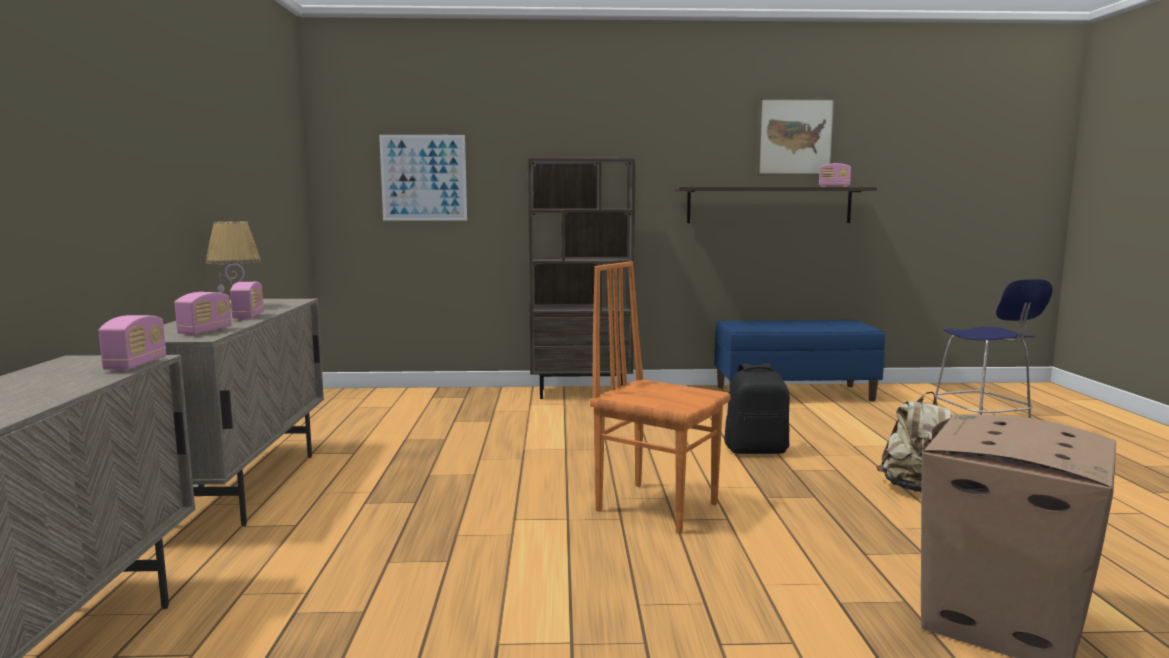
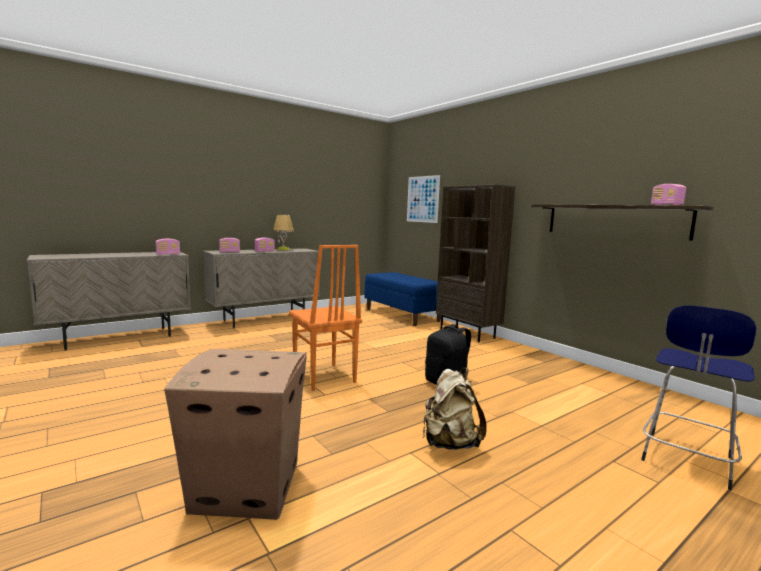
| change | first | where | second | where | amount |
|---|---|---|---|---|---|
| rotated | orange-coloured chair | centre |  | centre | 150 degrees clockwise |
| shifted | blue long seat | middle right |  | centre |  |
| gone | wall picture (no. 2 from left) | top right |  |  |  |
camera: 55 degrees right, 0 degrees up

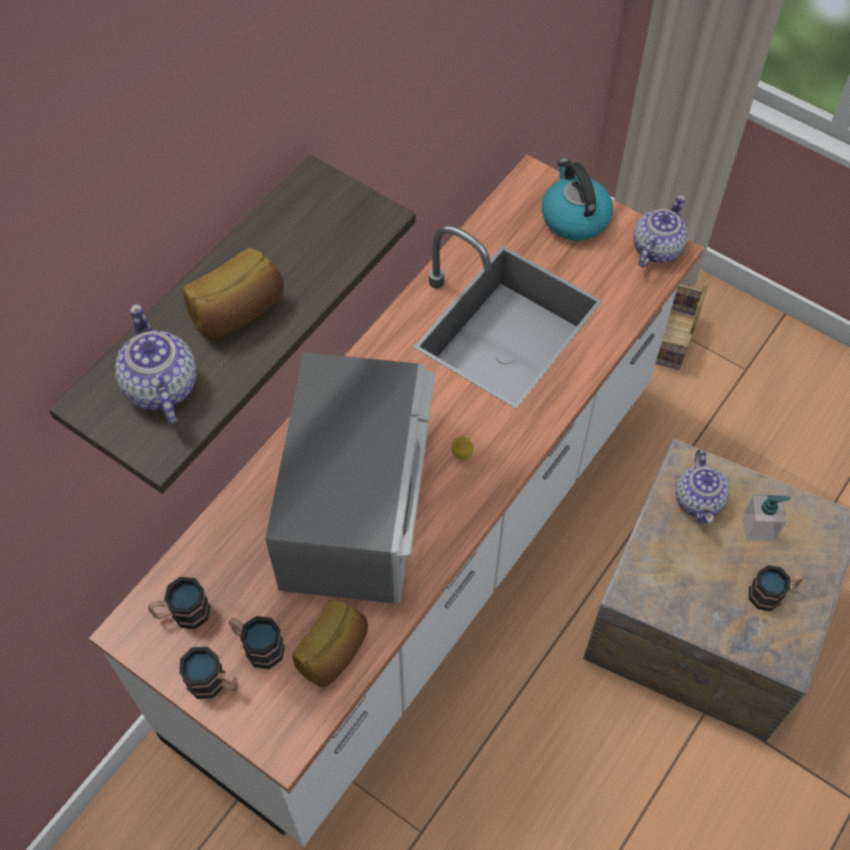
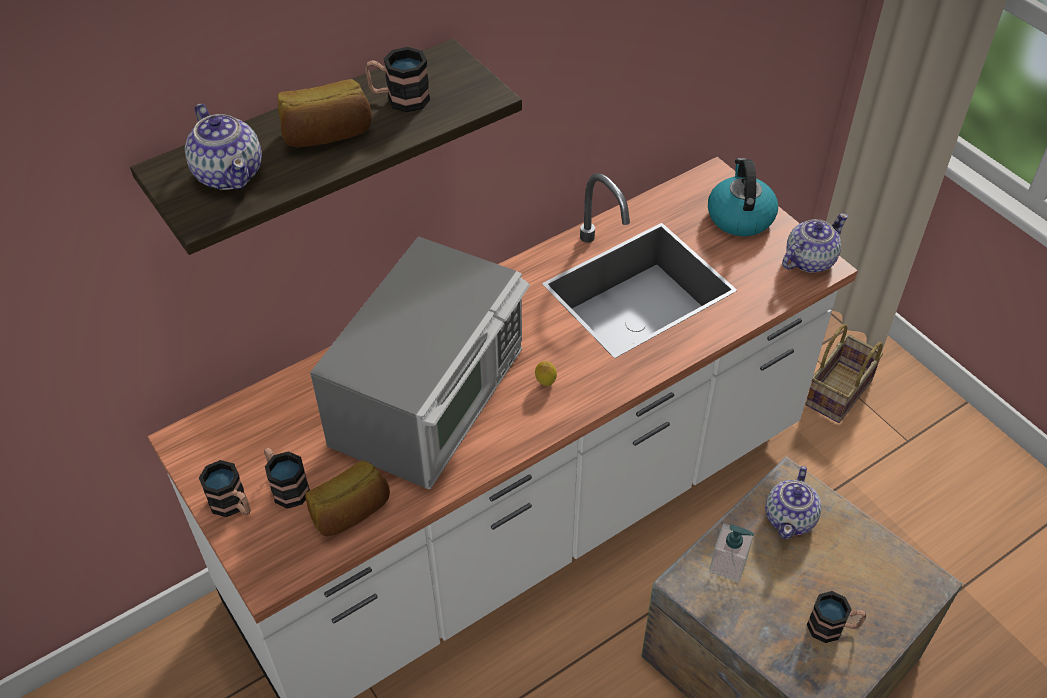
| change | first | where | second | where | amount |
|---|---|---|---|---|---|
| rotated | teapot (no. 1 from left) | middle left |  | top left | 150 degrees clockwise |
| shifted | coffee mug (no. 1 from left in the first image) | bottom left | coffee mug (no. 3 from left) | top centre |  |
| shifted | liquid soap bottle | middle right |  | bottom right |  |
camera: 20 degrees right, 10 degrees down

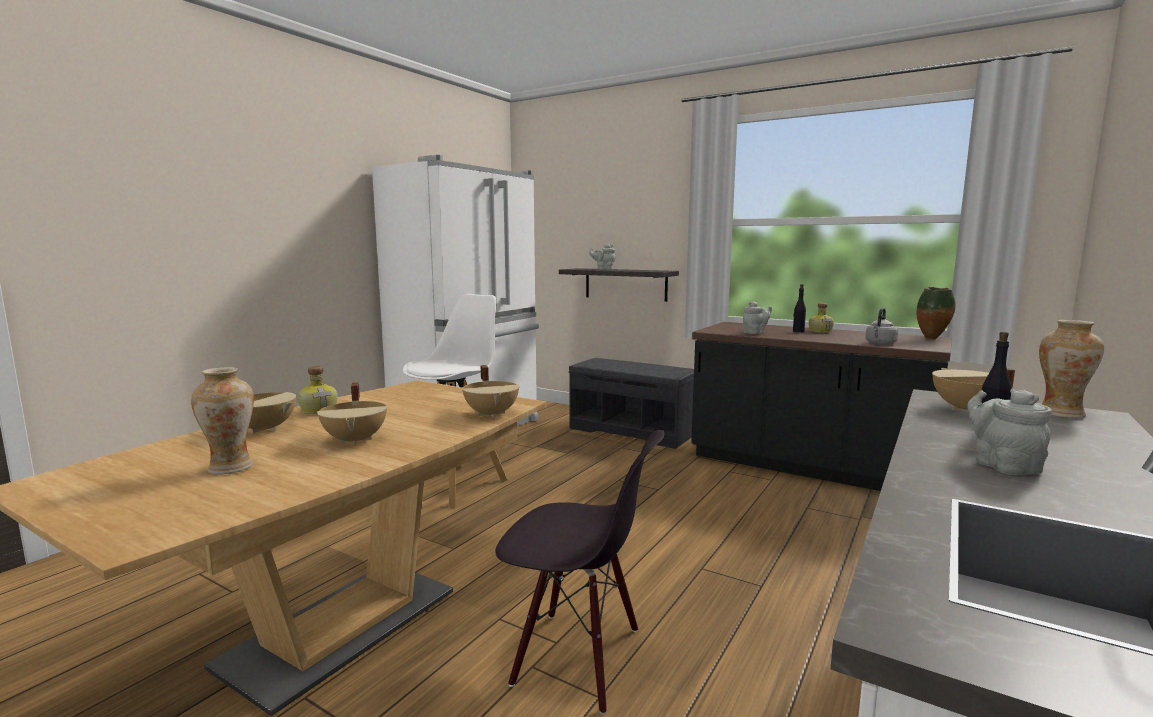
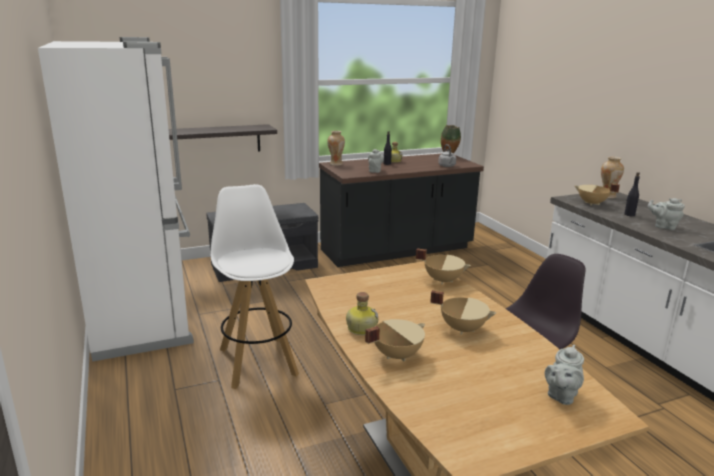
| change | first | where | second | where | amount |
|---|---|---|---|---|---|
| shifted | decorative vase (no. 1 from left) | middle left |  | top centre |  |
| shifted | grey teapot (no. 1 from left in the first image) | centre | grey teapot (no. 2 from left) | bottom right |  |
camera: 55 degrees left, 10 degrees up

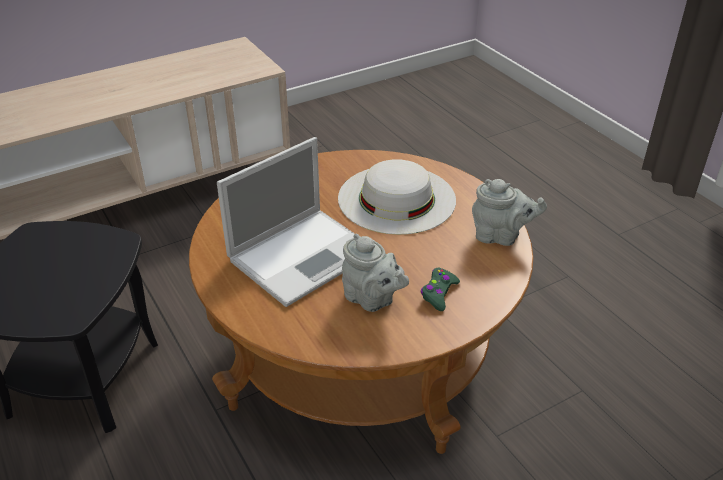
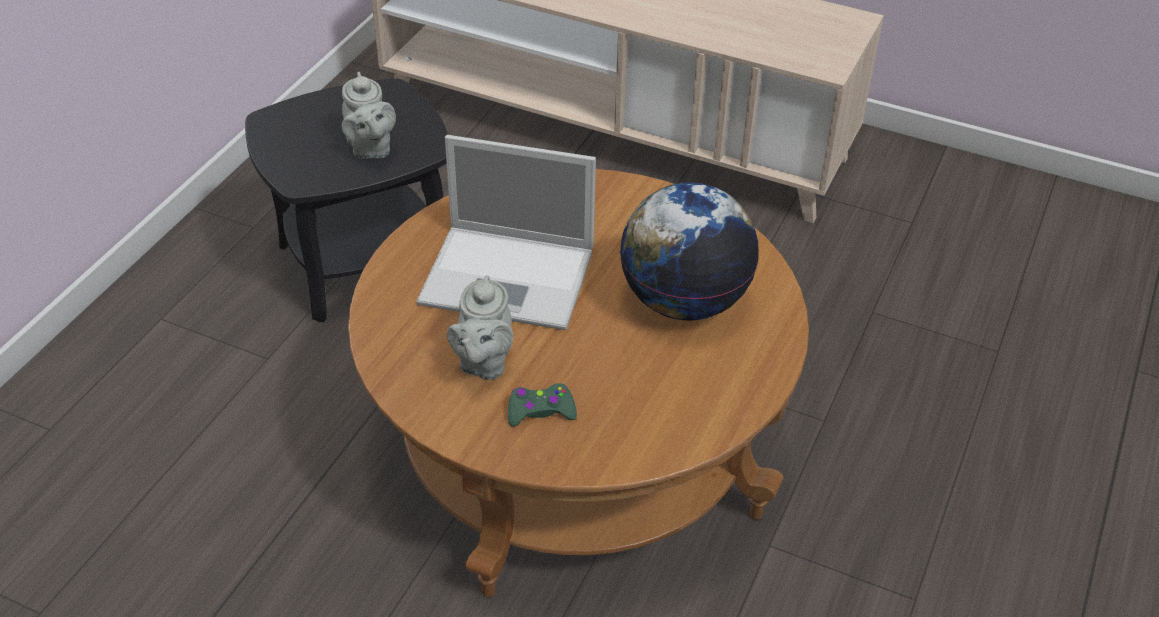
| change | first | where | second | where | amount |
|---|---|---|---|---|---|
| shifted | grey teapot (no. 2 from left in the first image) | middle right | grey teapot (no. 1 from left) | top left |  |
| swapped | white wearable hat | centre | world globe | centre |  |
camera: 55 degrees right, 5 degrees up

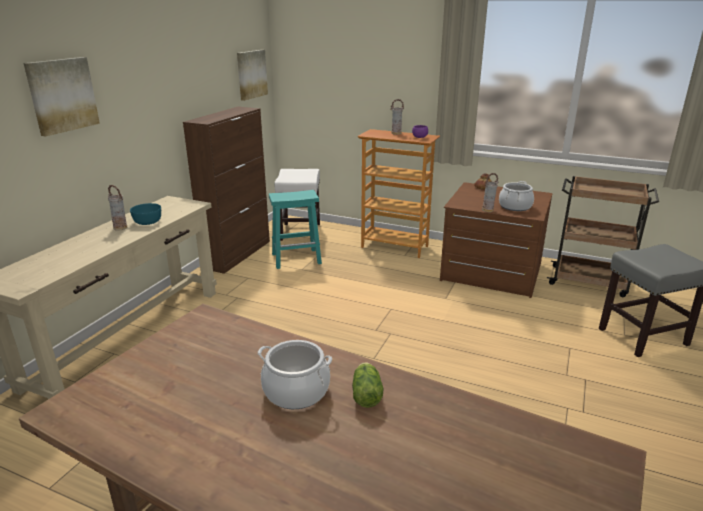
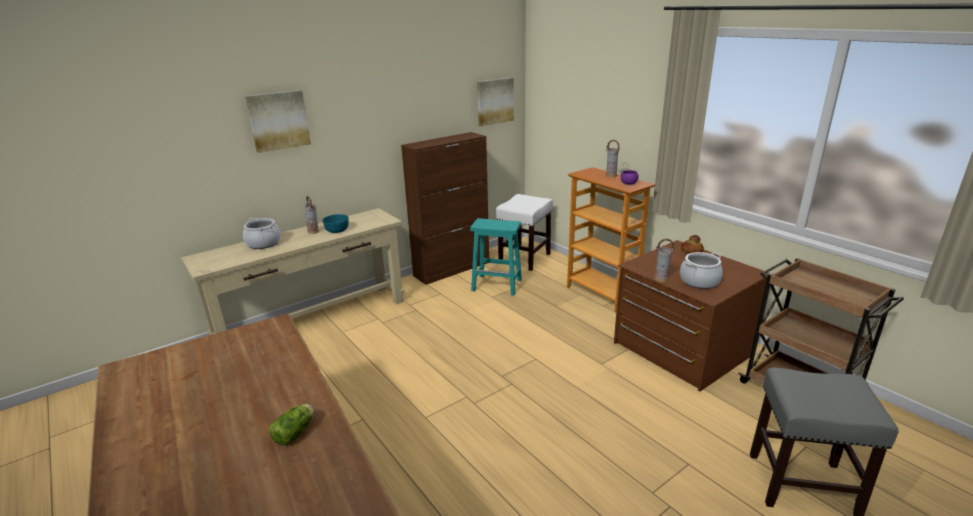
| change | first | where | second | where | amount |
|---|---|---|---|---|---|
| shifted | cooking pot (no. 1 from left) | bottom centre |  | middle left |  |
camera: 30 degrees right, 0 degrees up

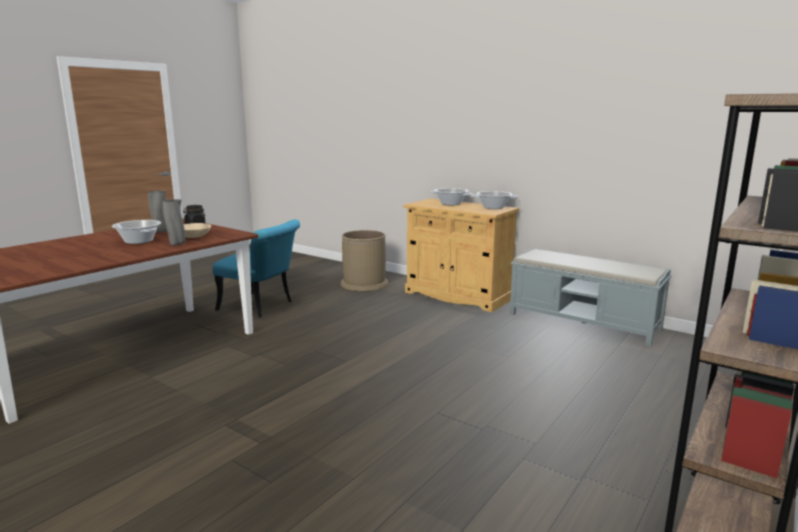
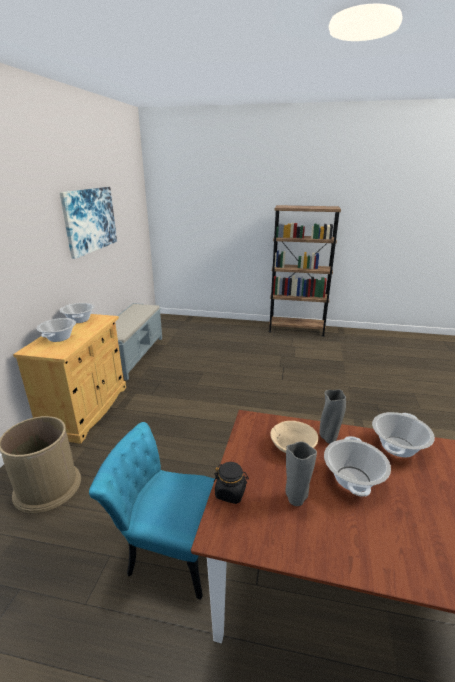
| change | first | where | second | where | amount |
|---|---|---|---|---|---|
| new |  |  | wall picture | top left |  |
| rotated | blue-green chair | middle left |  | bottom left | 75 degrees counterclockwise |
| new |  |  | cooking pot (no. 4 from left) | middle right |  |
camera: 115 degrees left, 10 degrees up

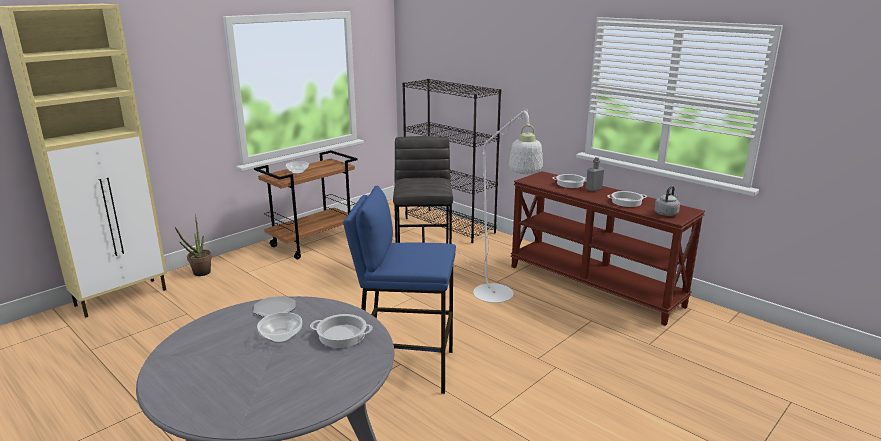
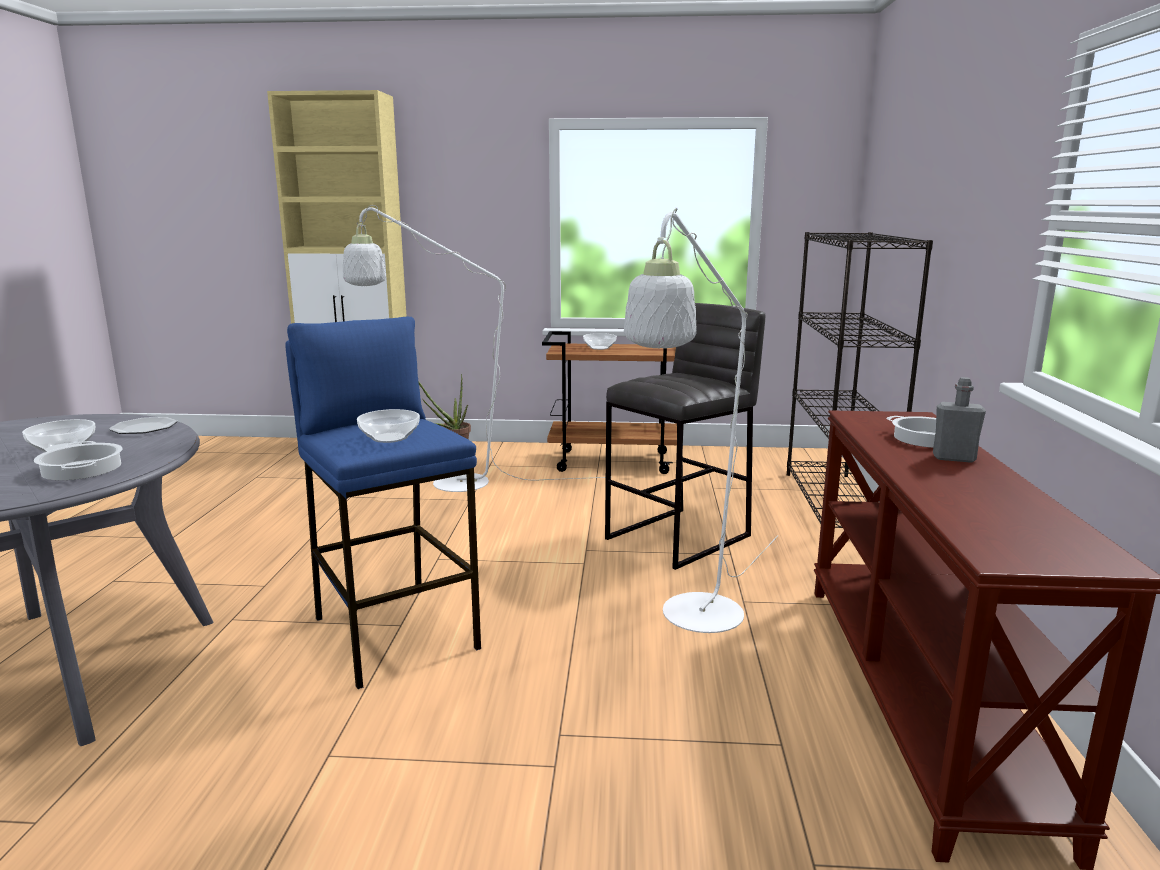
| change | first | where | second | where | amount |
|---|---|---|---|---|---|
| new |  |  | white standard lamp (no. 1 from left) | centre |  |
| new |  |  | deep dish (no. 2 from left) | centre |  |
| gone | cooking pot (no. 3 from left) | middle right |  |  |  |
| gone | grey kettle | middle right |  |  |  |
camera: 50 degrees right, 5 degrees down

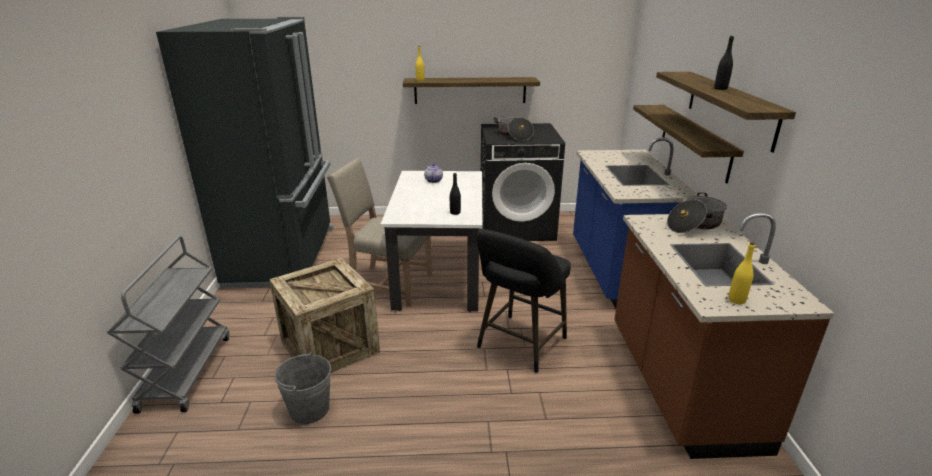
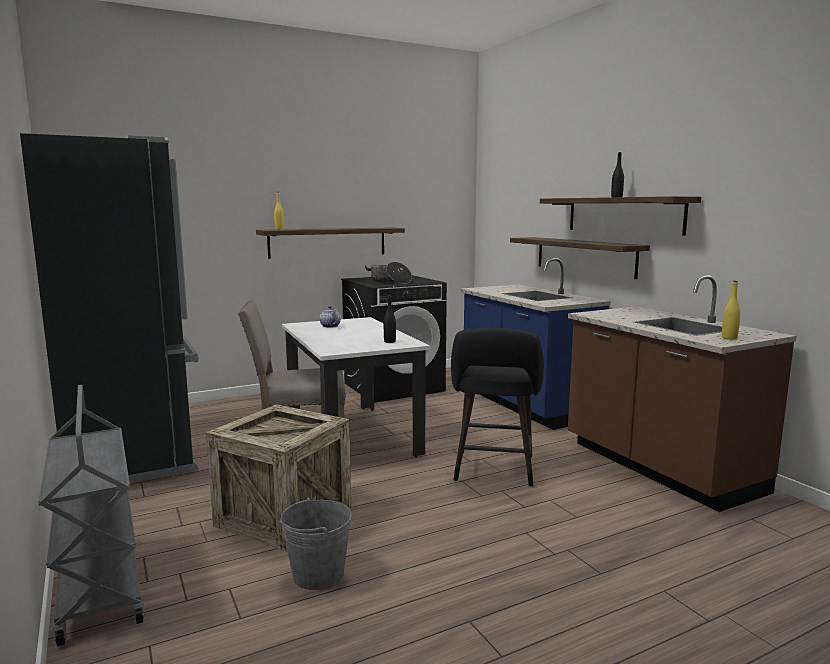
| change | first | where | second | where | amount |
|---|---|---|---|---|---|
| gone | cooking pot (no. 2 from left) | middle right |  |  |  |
camera: 25 degrees left, 15 degrees down

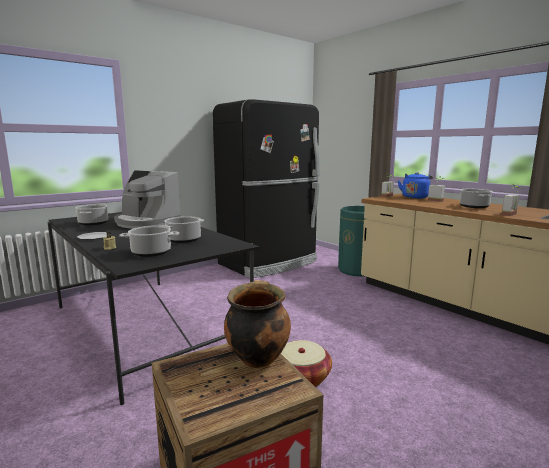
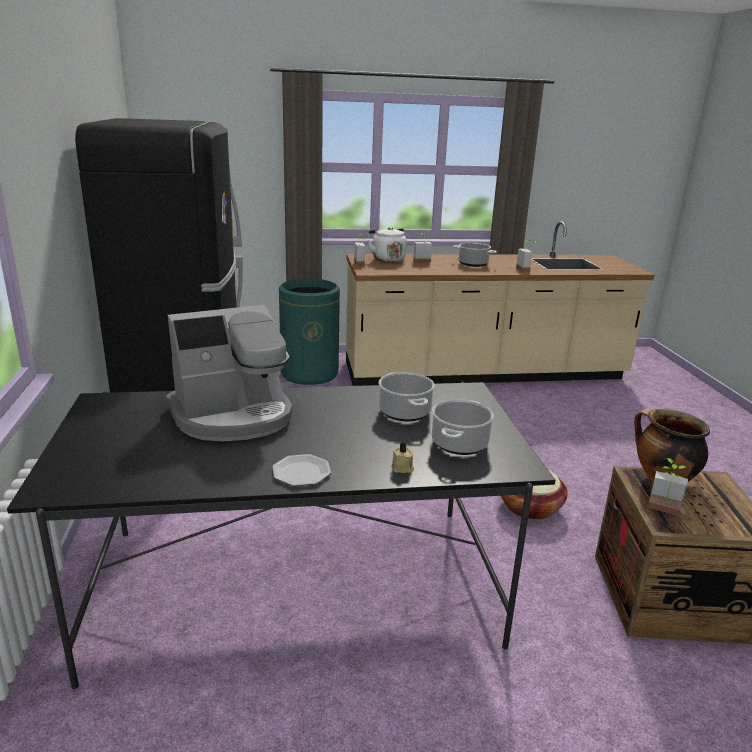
| change | first | where | second | where | amount |
|---|---|---|---|---|---|
| repainted | blue kettle | middle right | white kettle | top centre |  |
| new |  |  | houseplant (no. 4 from left) | middle right |  |
| gone | cooking pot (no. 1 from left) | middle left |  |  |  |
camera: 60 degrees left, 10 degrees up

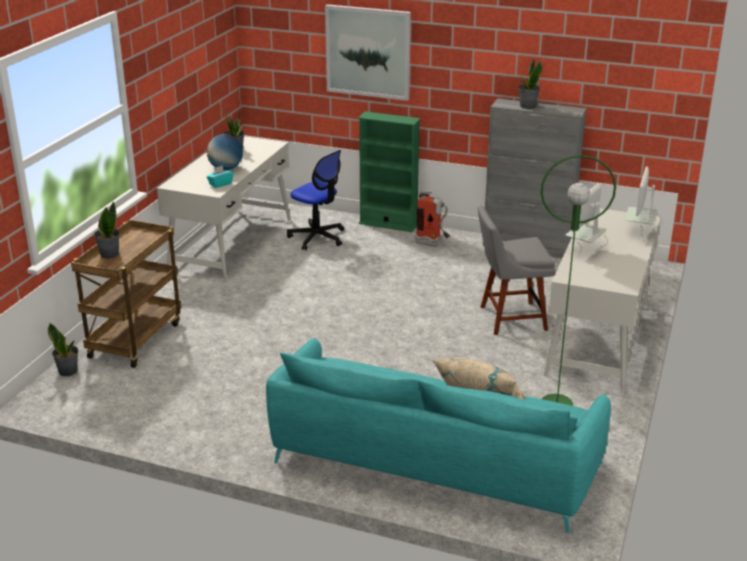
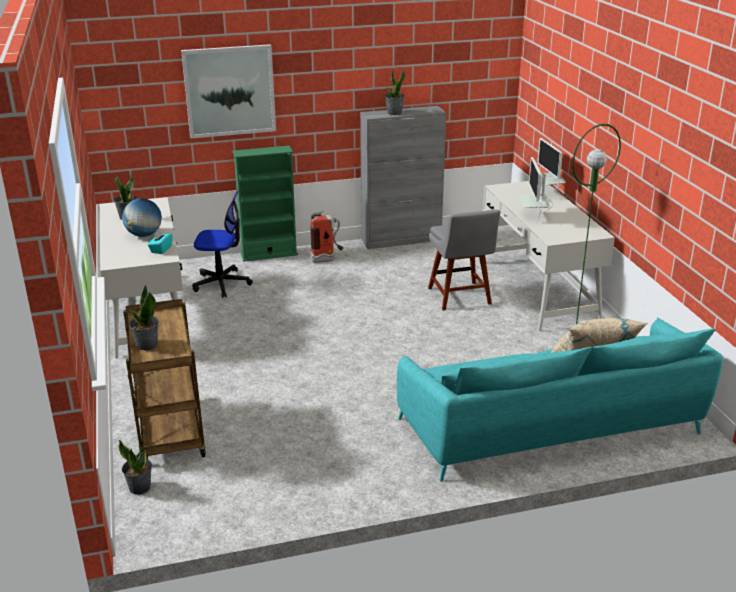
| change | first | where | second | where | amount |
|---|---|---|---|---|---|
| rotated | grey chair | middle right |  | centre | 60 degrees counterclockwise |
camera: 35 degrees left, 0 degrees up

